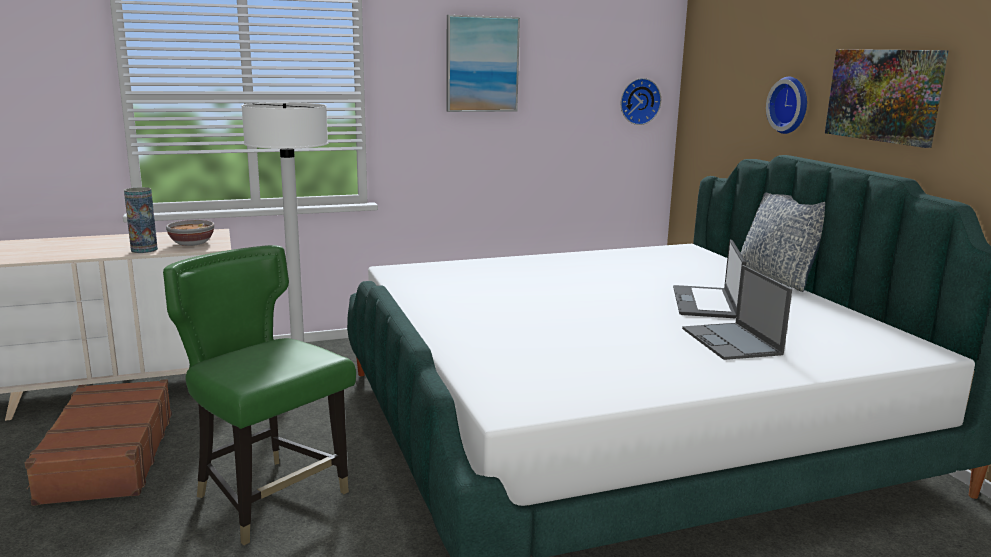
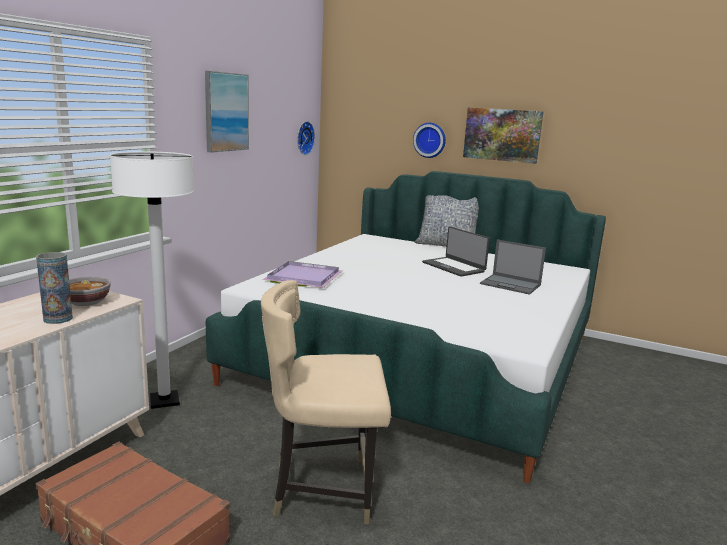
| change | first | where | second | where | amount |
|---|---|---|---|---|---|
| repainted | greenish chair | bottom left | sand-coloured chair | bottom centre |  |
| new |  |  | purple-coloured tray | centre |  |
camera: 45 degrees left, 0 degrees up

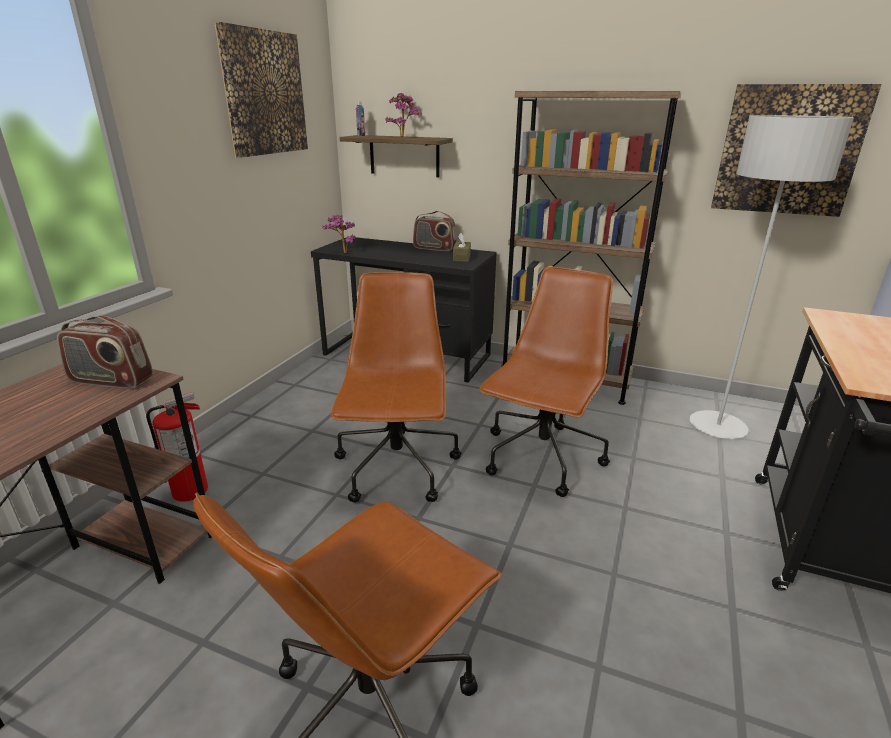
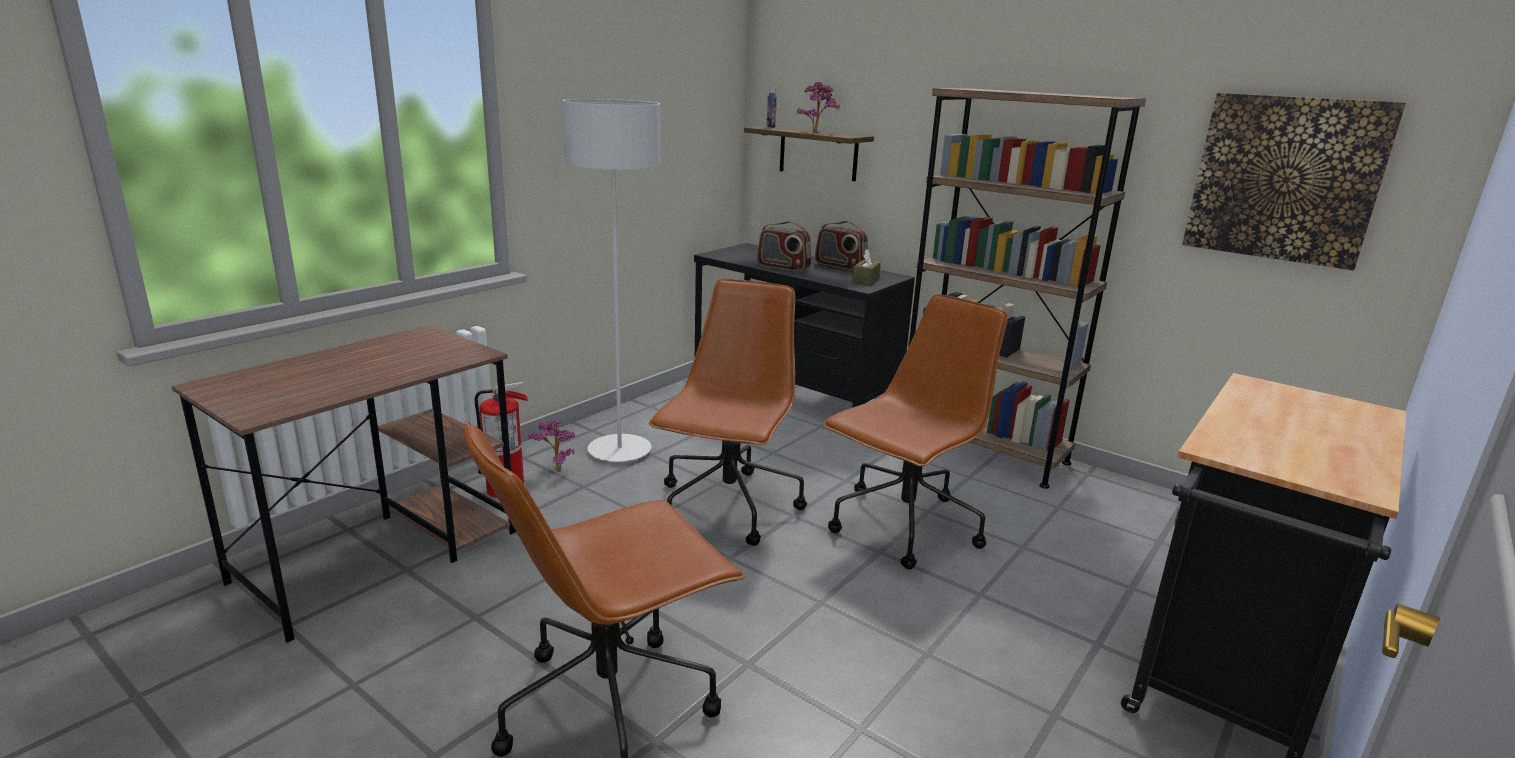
| change | first | where | second | where | amount |
|---|---|---|---|---|---|
| shifted | houseplant (no. 1 from left) | top centre |  | centre |  |
| shifted | grey standard lamp | middle right |  | centre |  |
| shifted | radio (no. 1 from left) | middle left |  | top centre |  |
| gone | wall picture (no. 1 from left) | top left |  |  |  |
camera: 15 degrees right, 5 degrees down

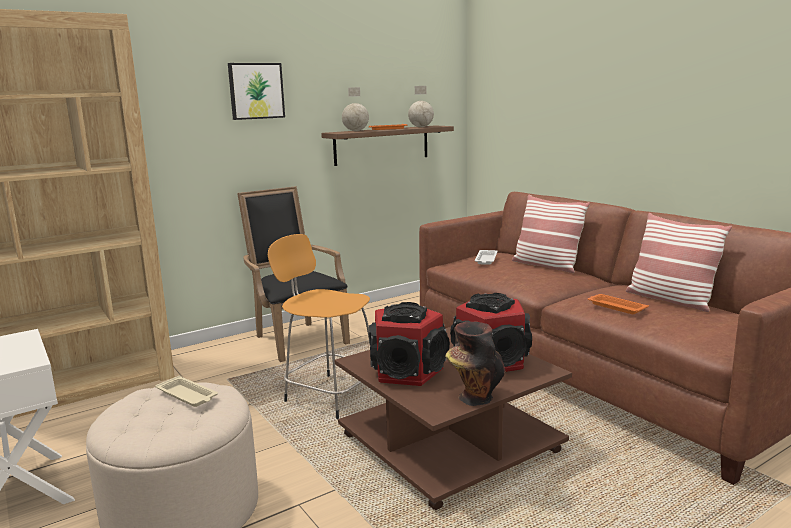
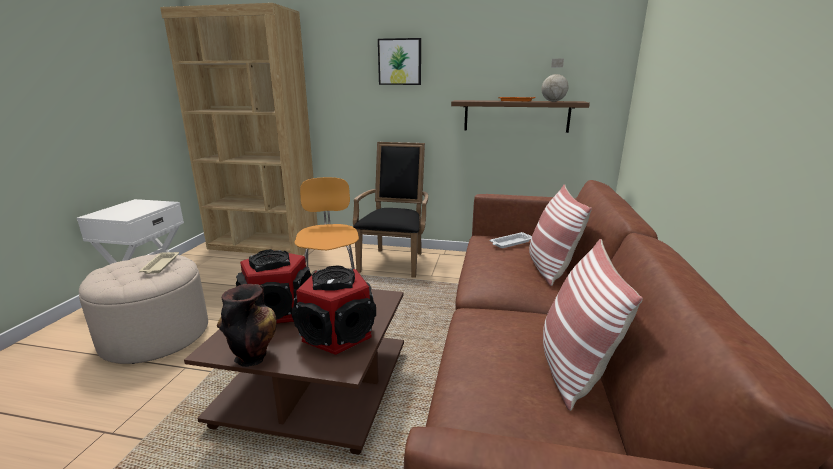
| change | first | where | second | where | amount |
|---|---|---|---|---|---|
| gone | world globe (no. 1 from left) | top centre |  |  |  |
| gone | orange-coloured tray (no. 2 from left) | middle right |  |  |  |
camera: 45 degrees right, 5 degrees up

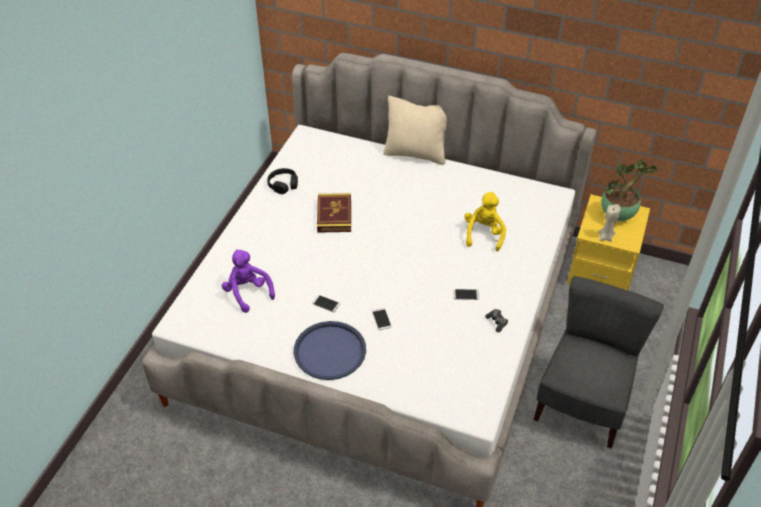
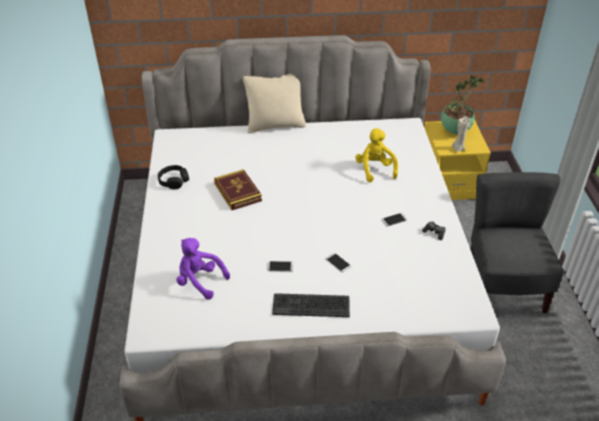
| change | first | where | second | where | amount |
|---|---|---|---|---|---|
| swapped | blue tray | bottom centre | PC keyboard | bottom centre |  |
camera: 25 degrees left, 5 degrees down

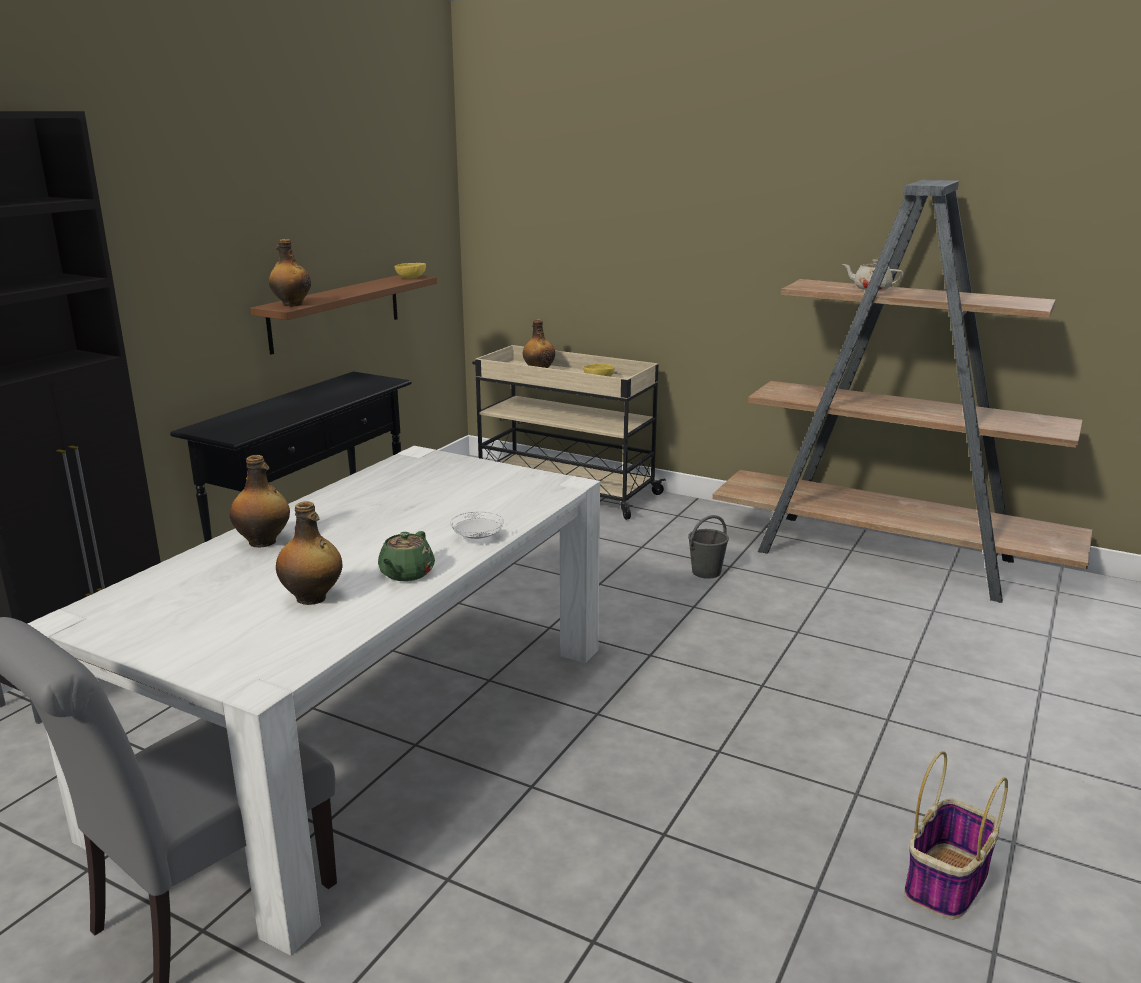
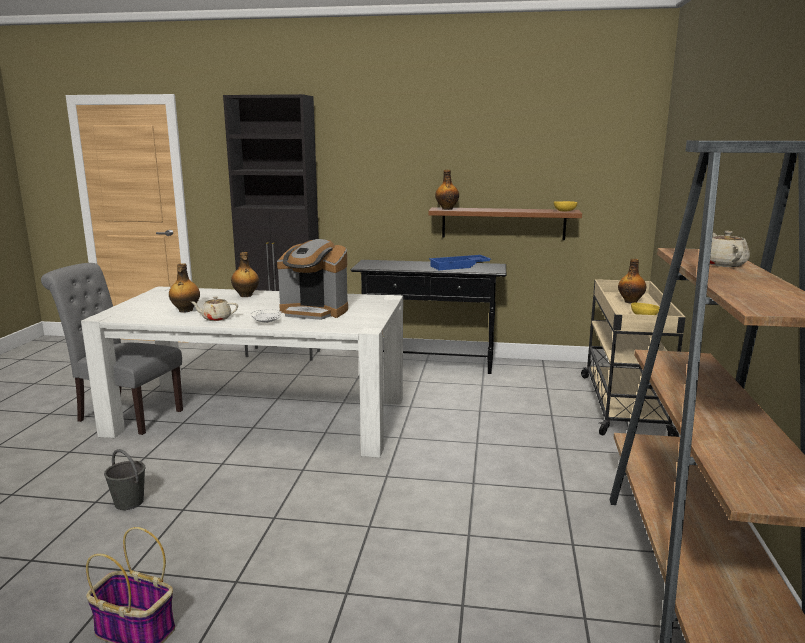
| change | first | where | second | where | amount |
|---|---|---|---|---|---|
| shifted | grey water bucket | centre |  | bottom left |  |
| repainted | greenish teapot | centre | sand-coloured teapot (no. 1 from left) | middle left |  |
| new |  |  | coffee machine | centre |  |
| new |  |  | blue tray | centre |  |
camera: 70 degrees right, 5 degrees down

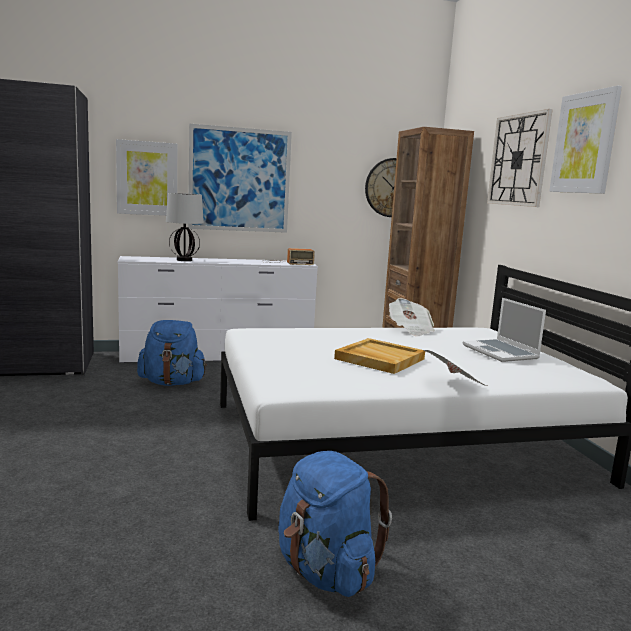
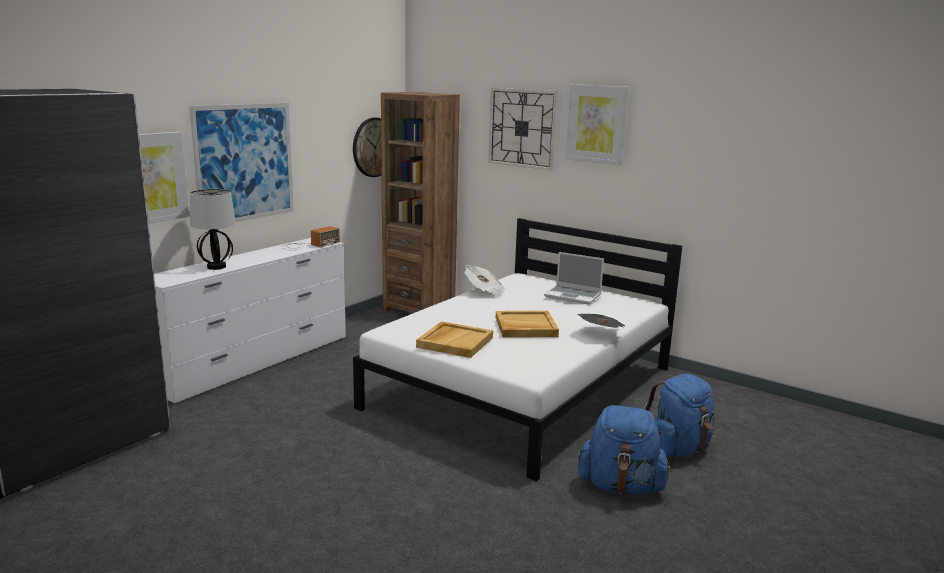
| change | first | where | second | where | amount |
|---|---|---|---|---|---|
| new |  |  | sand-coloured tray (no. 1 from left) | centre |  |
| shifted | blue rucksack (no. 1 from left in the first image) | middle left | blue rucksack (no. 2 from left) | bottom right |  |
camera: 40 degrees left, 5 degrees up

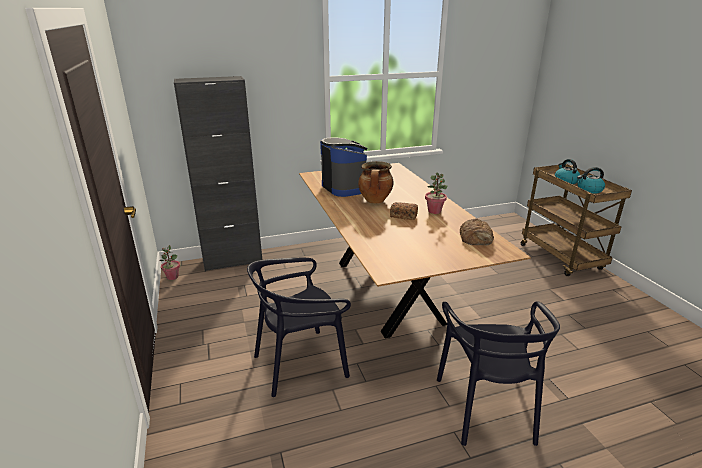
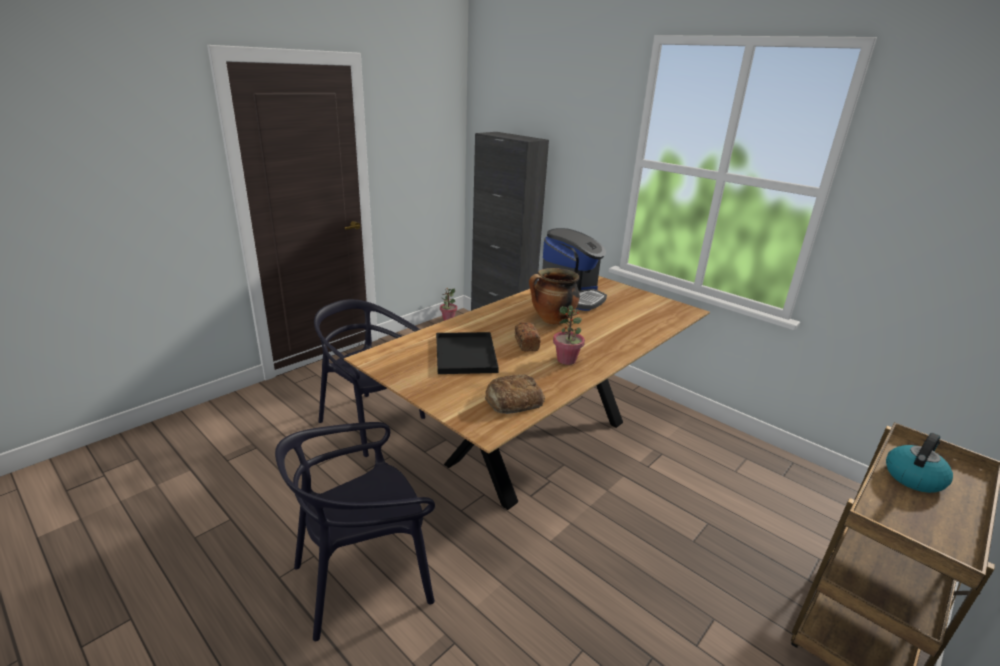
| change | first | where | second | where | amount |
|---|---|---|---|---|---|
| new |  |  | black-coloured tray | centre |  |
| gone | kettle (no. 2 from left) | middle right |  |  |  |
camera: 60 degrees right, 0 degrees up

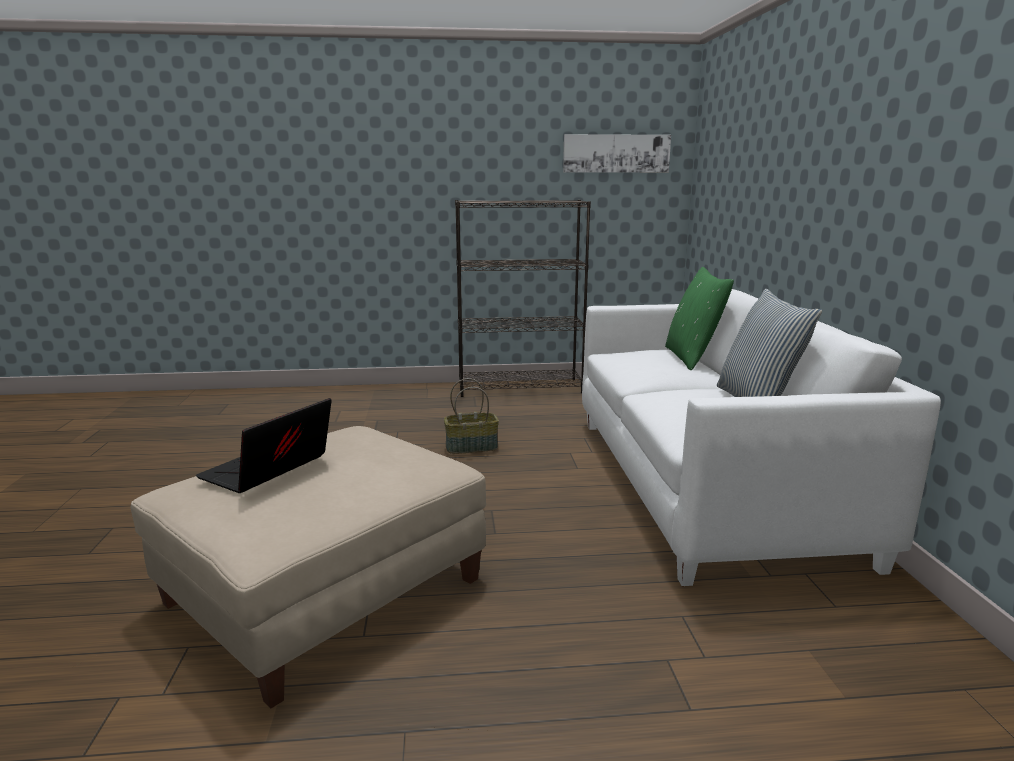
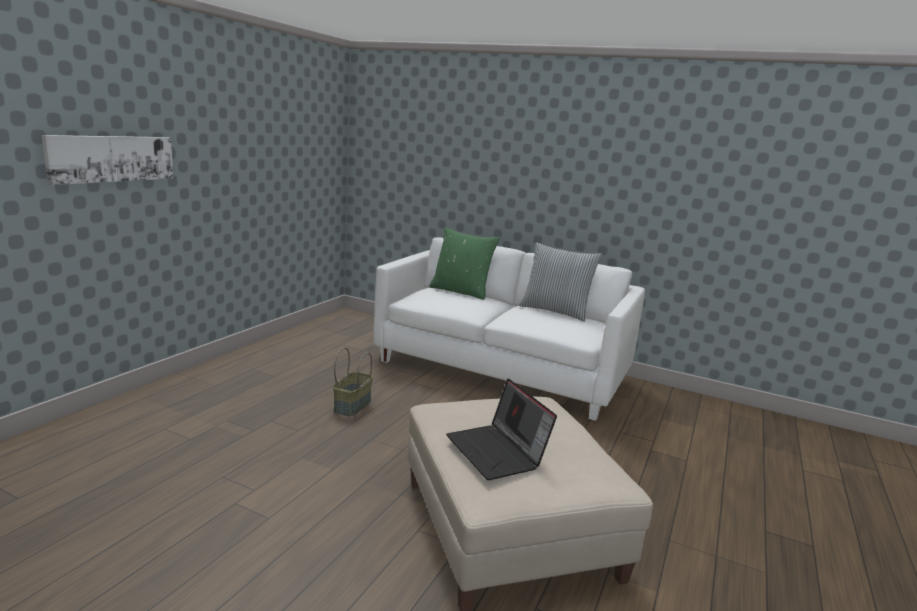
| change | first | where | second | where | amount |
|---|---|---|---|---|---|
| shifted | wall picture | top centre |  | top left |  |
| gone | black-coloured shelving unit | centre |  |  |  |
camera: 60 degrees left, 0 degrees up

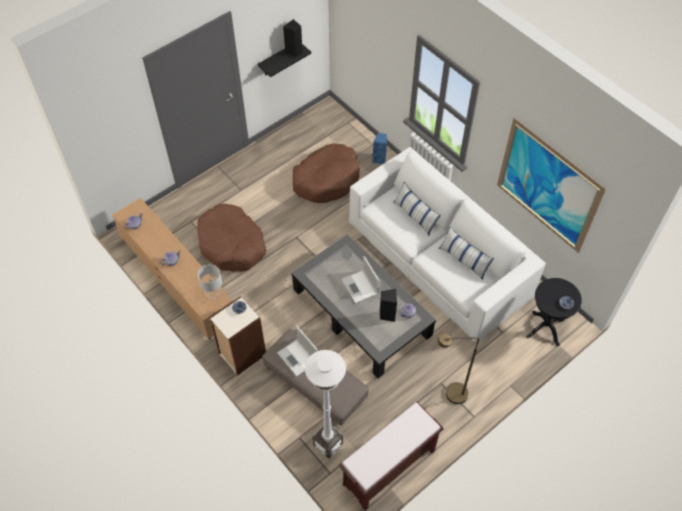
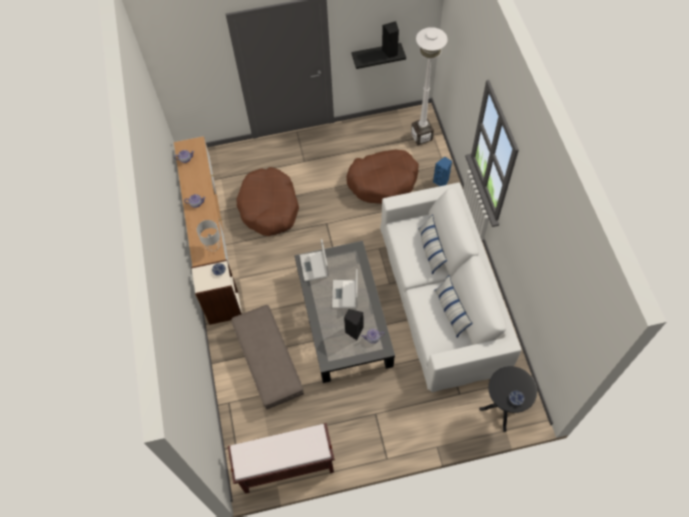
| change | first | where | second | where | amount |
|---|---|---|---|---|---|
| shifted | laptop (no. 1 from left) | bottom centre |  | centre |  |
| shifted | white standard lamp | bottom centre |  | top centre |  |
| gone | brown-coloured standard lamp | bottom right |  |  |  |
| gone | wall picture | middle right |  |  |  |
camera: 30 degrees right, 5 degrees up

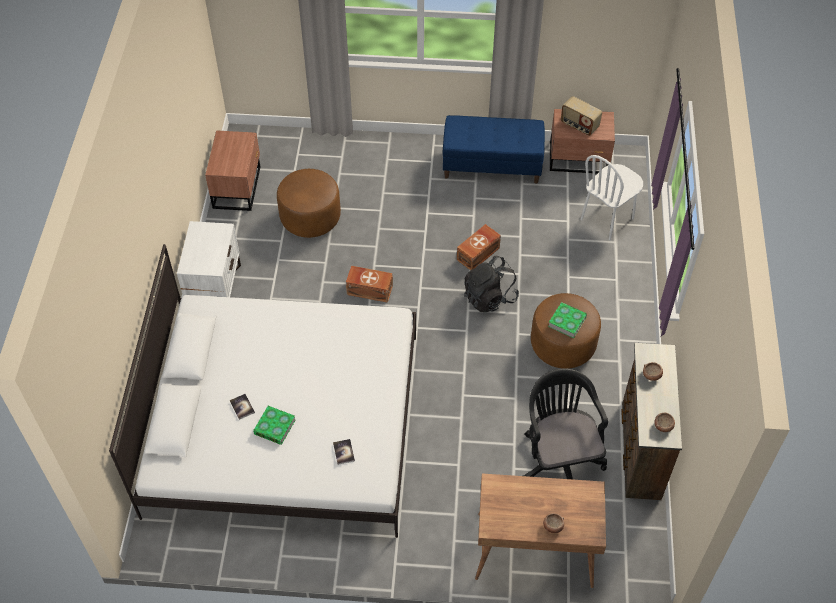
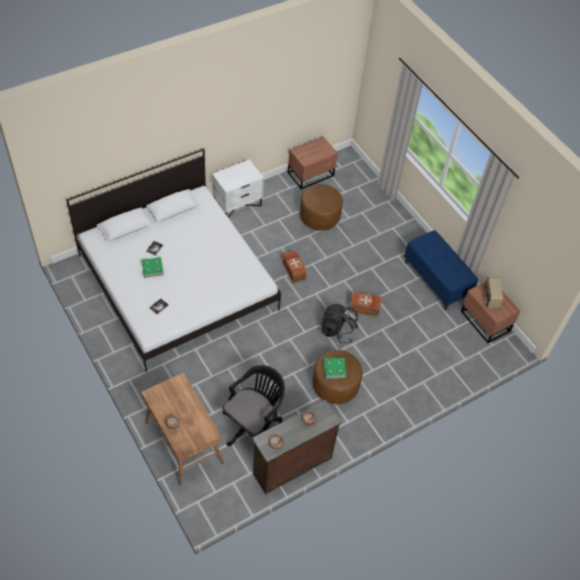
| change | first | where | second | where | amount |
|---|---|---|---|---|---|
| gone | white chair | top right |  |  |  |
camera: 50 degrees right, 0 degrees up

